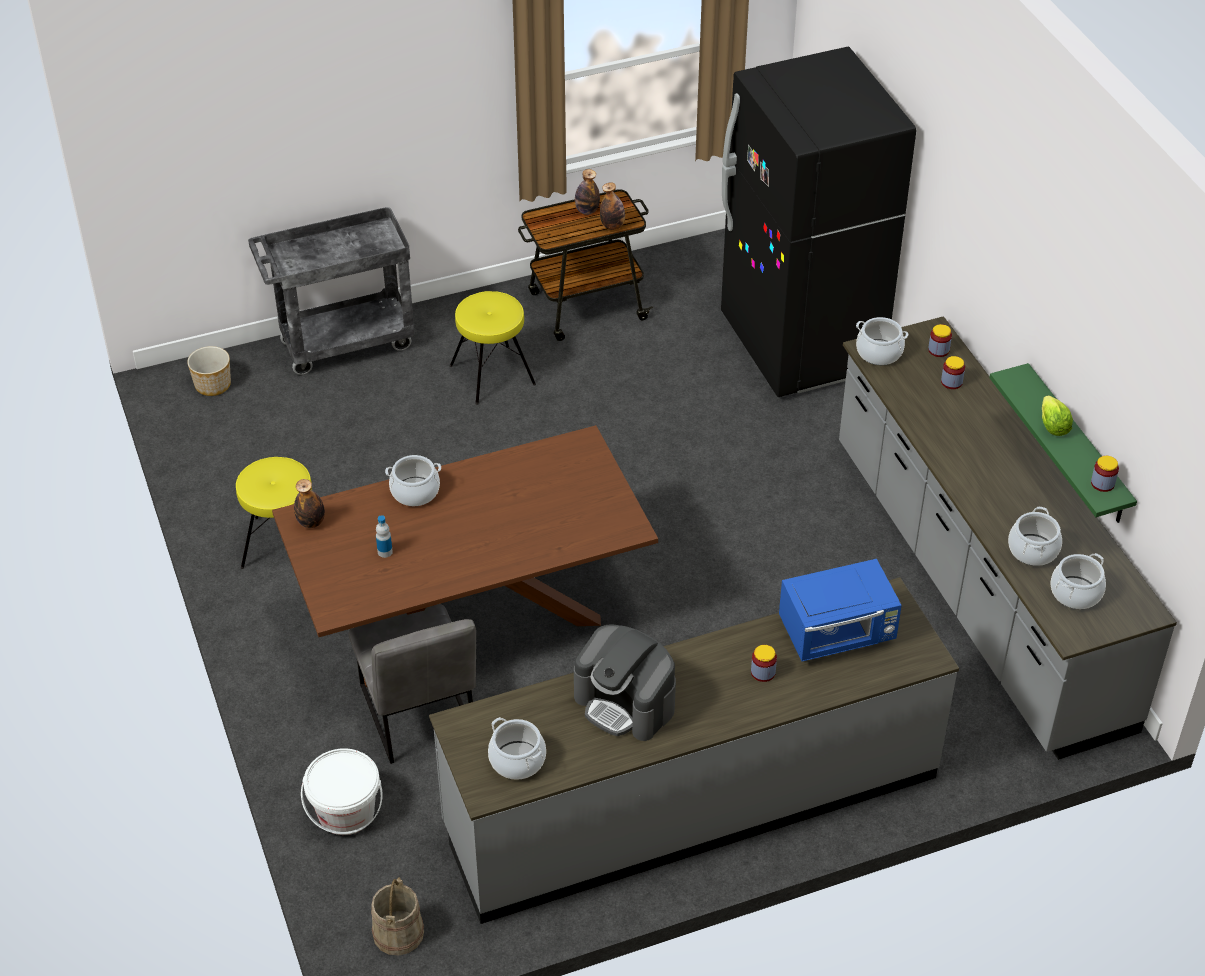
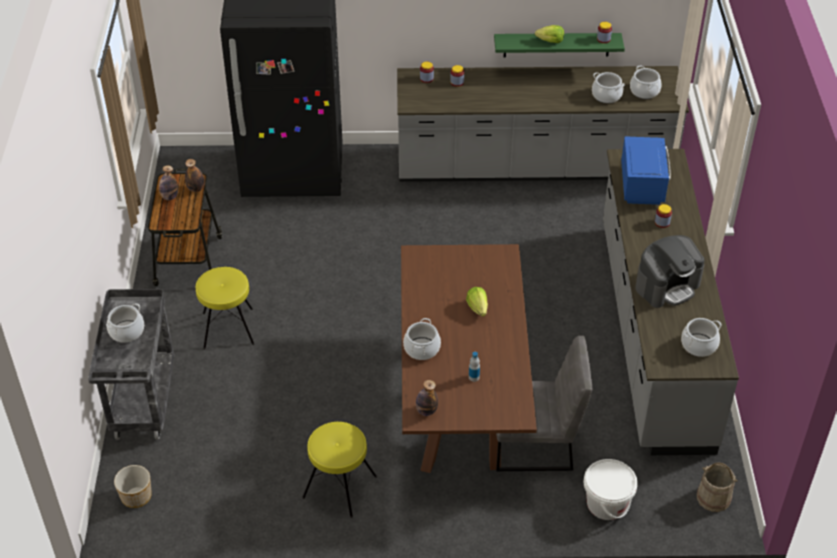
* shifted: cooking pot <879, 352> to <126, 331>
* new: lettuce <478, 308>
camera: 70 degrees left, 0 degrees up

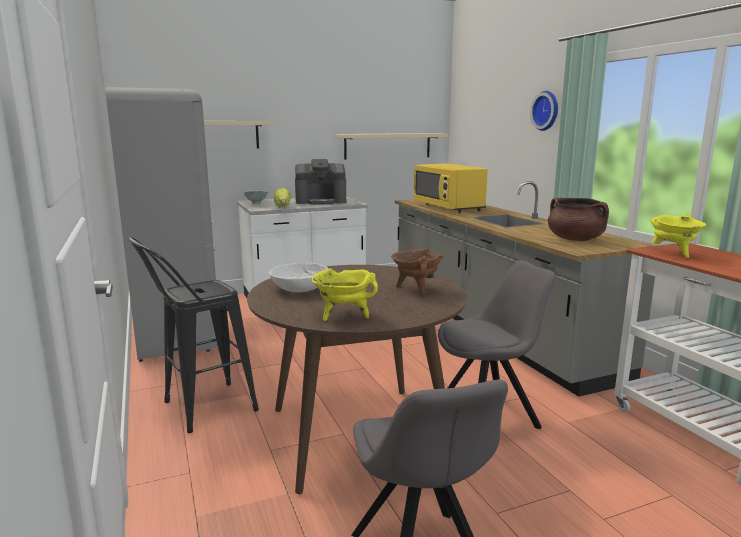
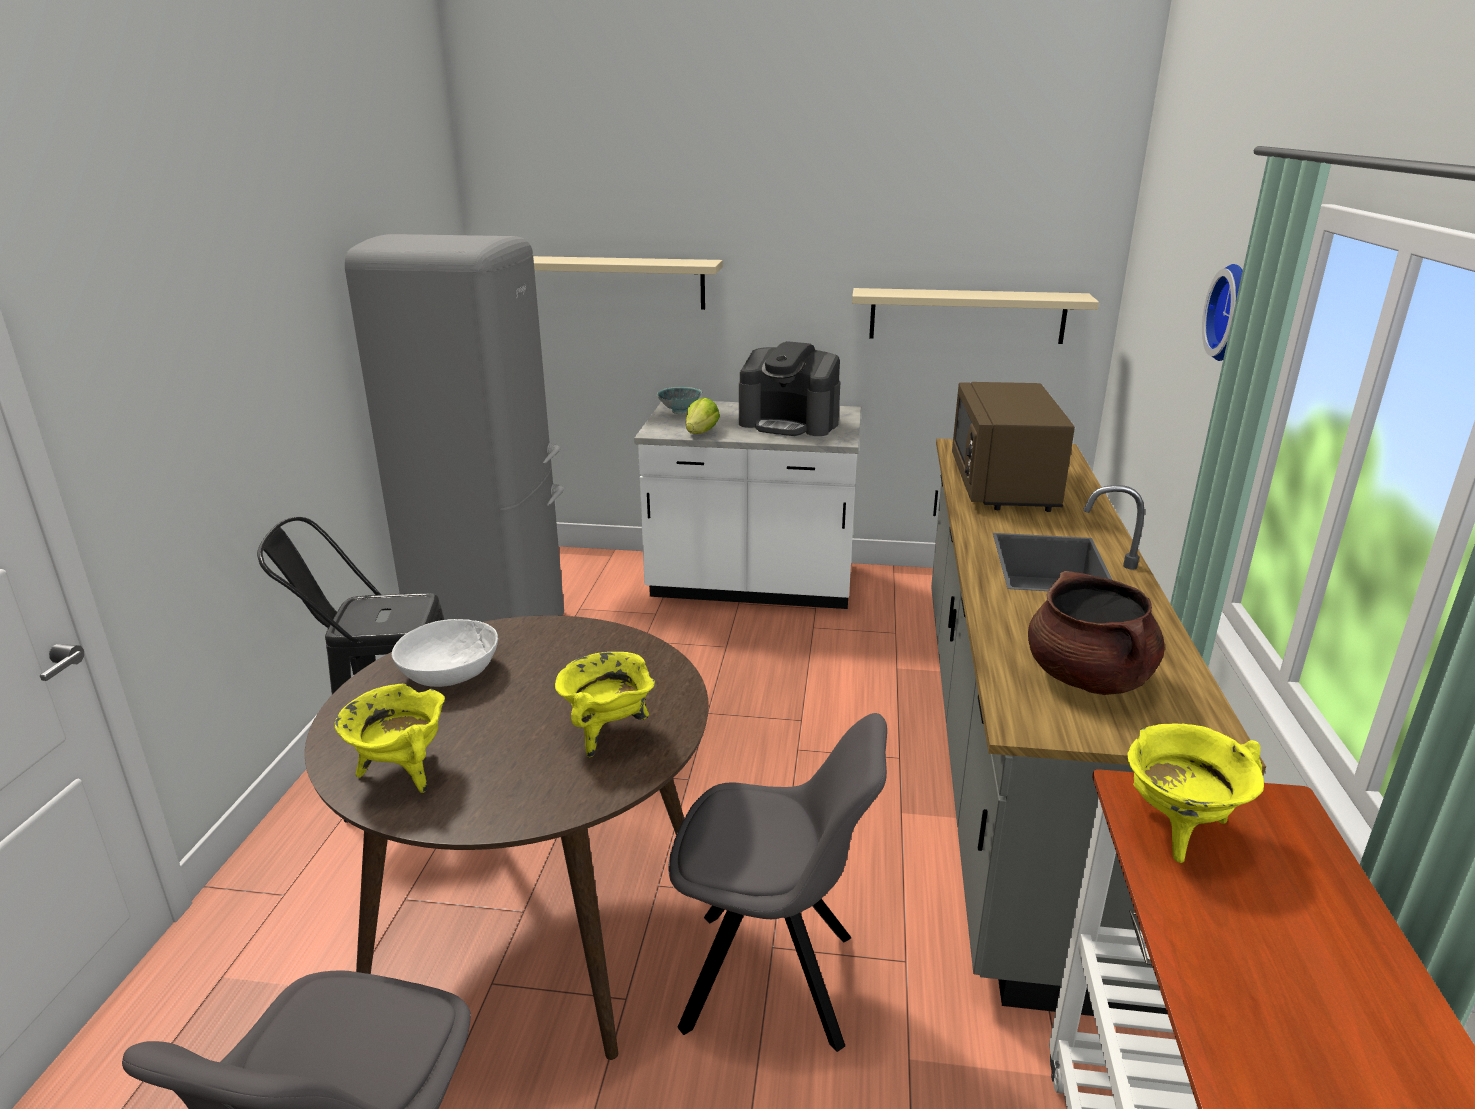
* repainted: cooking pot in brown <416, 289> to cooking pot in yellow <608, 732>
* repainted: microwave in yellow <448, 207> to microwave in brown <1003, 485>
camera: 30 degrees right, 10 degrees up

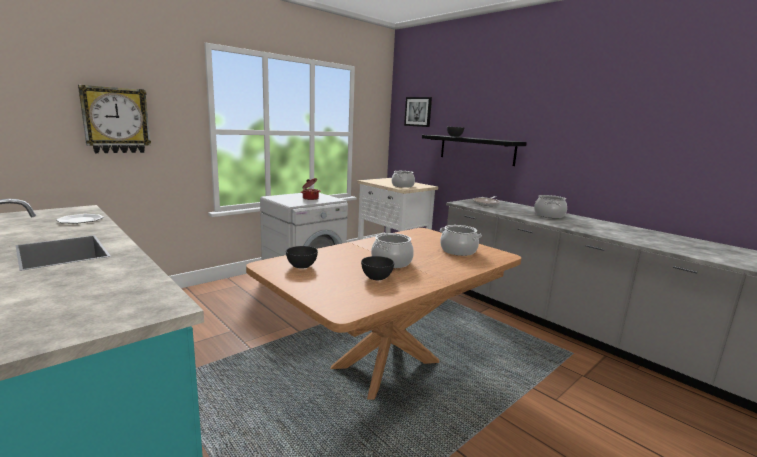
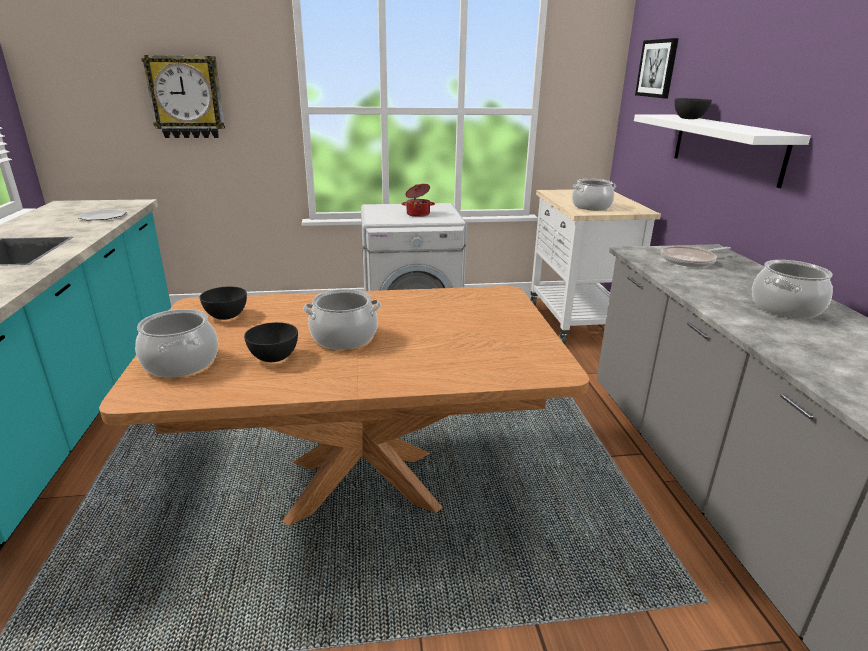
* shifted: cooking pot <458, 251> to <180, 363>
* repainted: shelf in black <476, 149> to shelf in white <726, 147>
camera: 35 degrees right, 10 degrees up

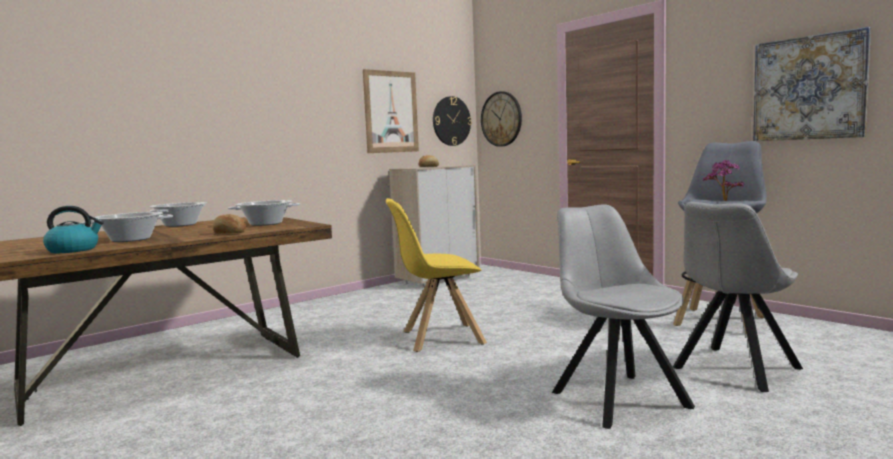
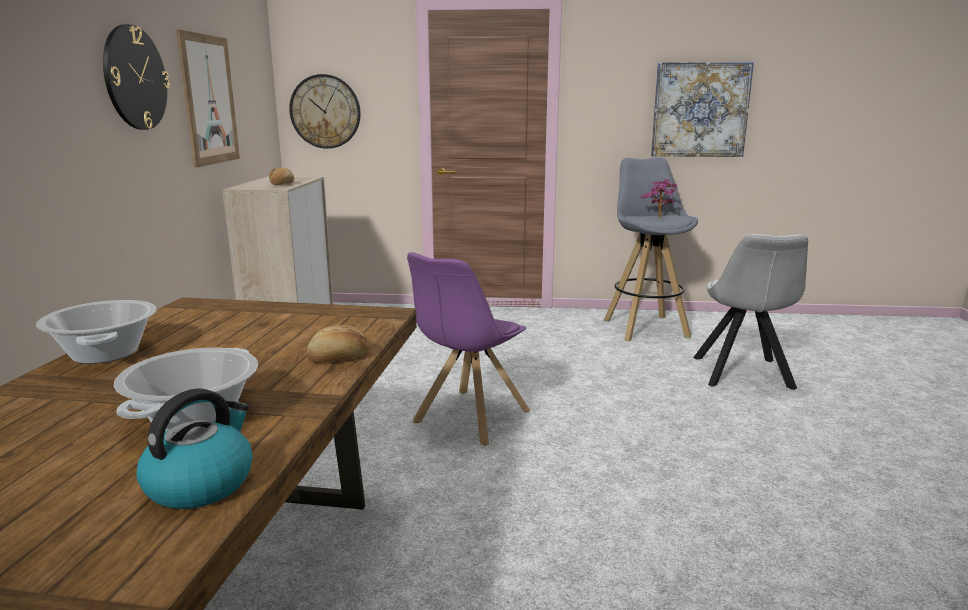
* shifted: wall clock <451, 121> to <135, 78>
* repainted: chair in yellow <438, 338> to chair in purple <469, 418>
* gone: cooking pot <266, 224>
* gone: chair in grey <617, 398>
camera: 45 degrees left, 10 degrees up

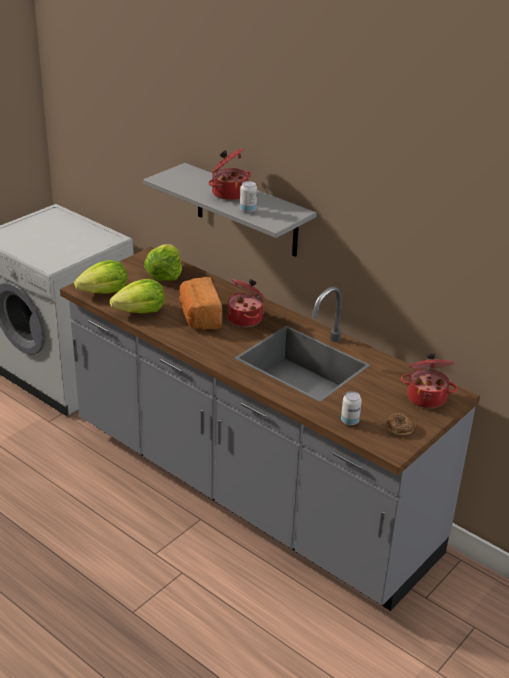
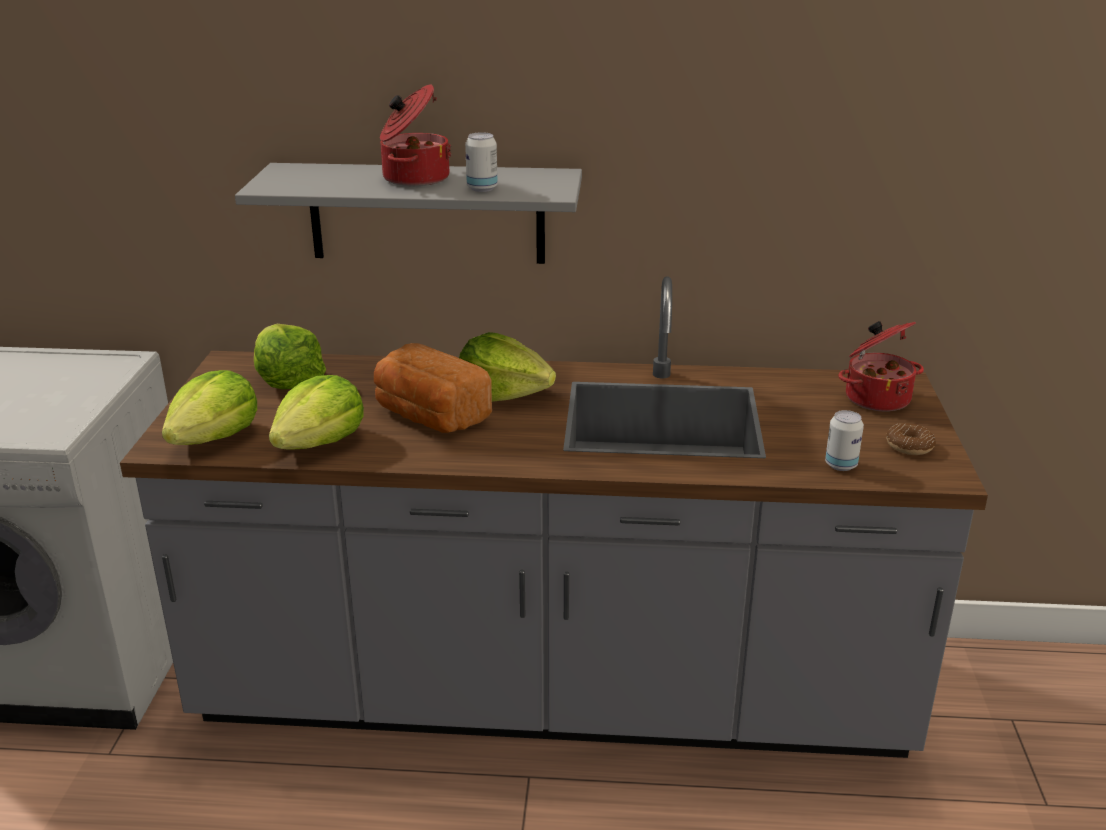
* swapped: cooking pot <246, 319> to lettuce <503, 393>
camera: 35 degrees left, 5 degrees down

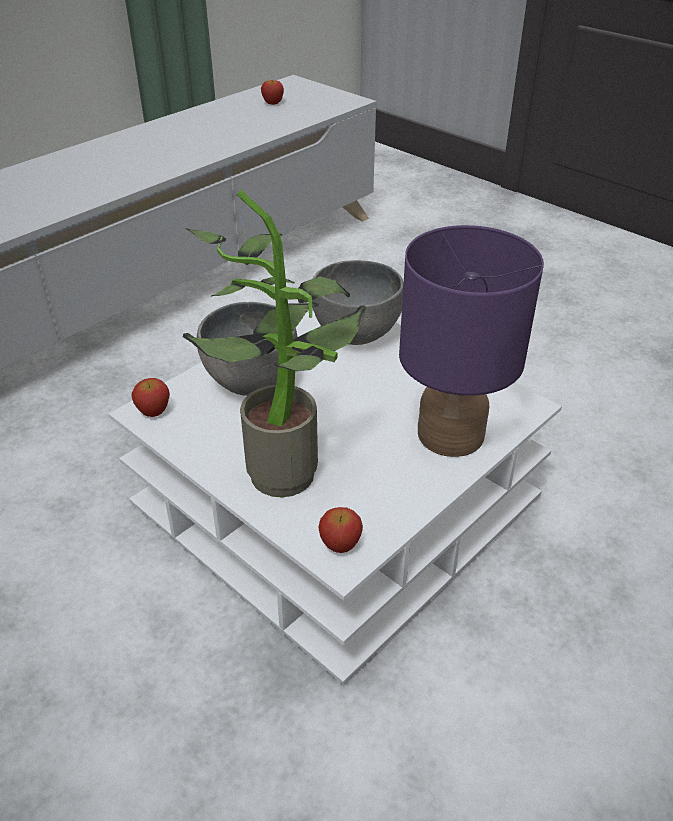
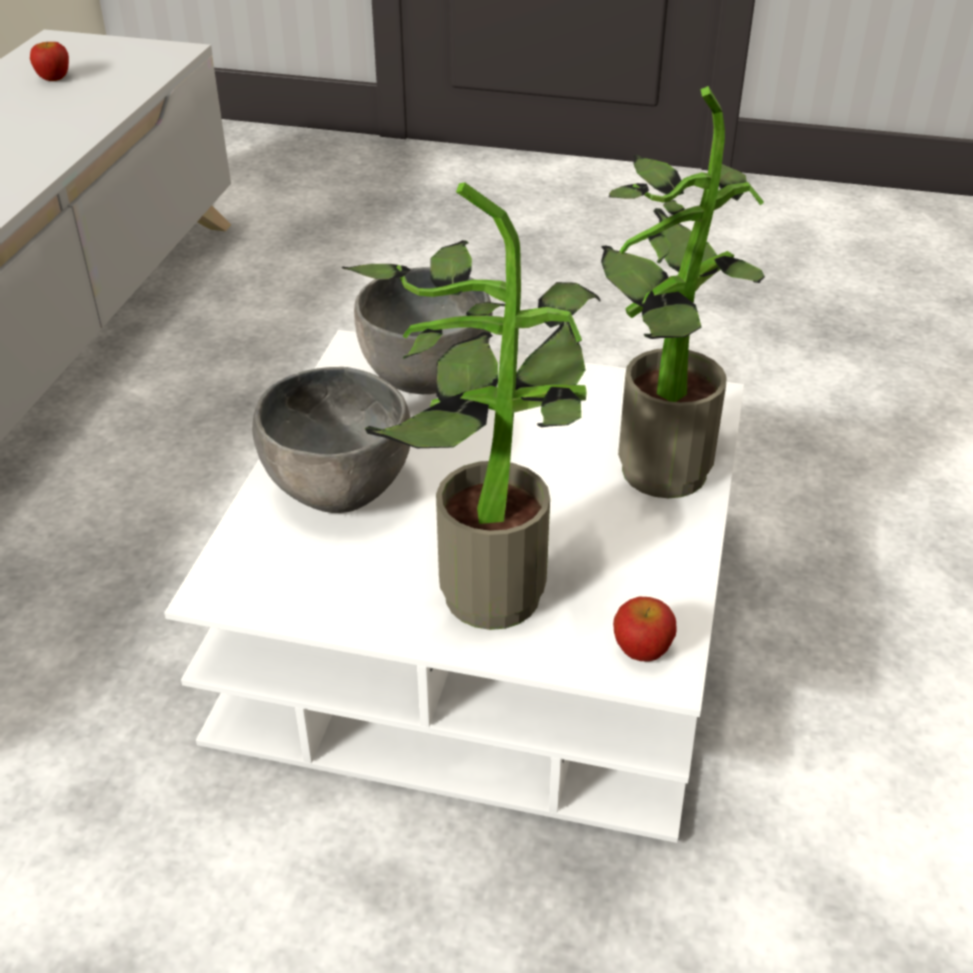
* swapped: table lamp in purple <451, 434> to potted plant <653, 463>
* gone: apple <153, 411>
camera: 30 degrees left, 0 degrees up

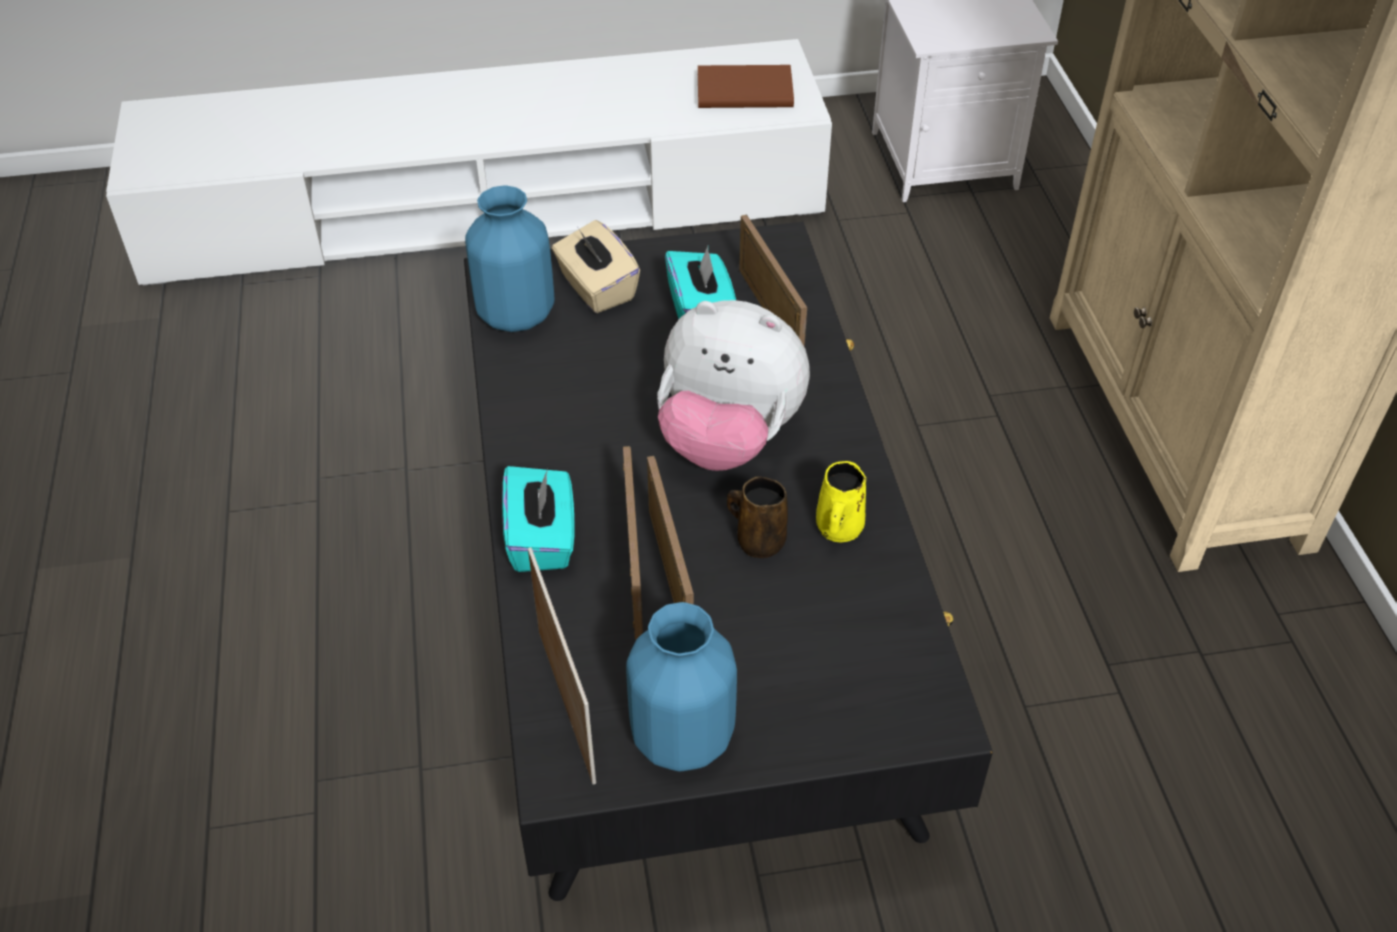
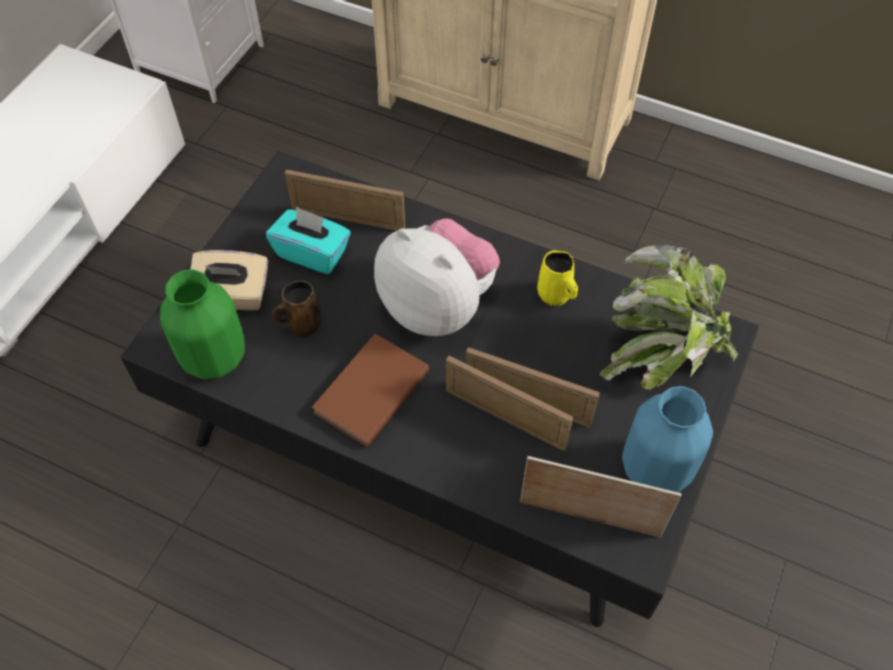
* repainted: vase in blue <515, 314> to vase in green <213, 357>
* shifted: mug in brown <758, 540> to <302, 324>
* shifted: book in brown <743, 90> to <368, 391>
* rotated: plush toy <728, 439> = <438, 305> 105 degrees counterclockwise
* new: potted plant <664, 353>
* gone: tissue box in turquoise <542, 539>
camera: 55 degrees left, 10 degrees up

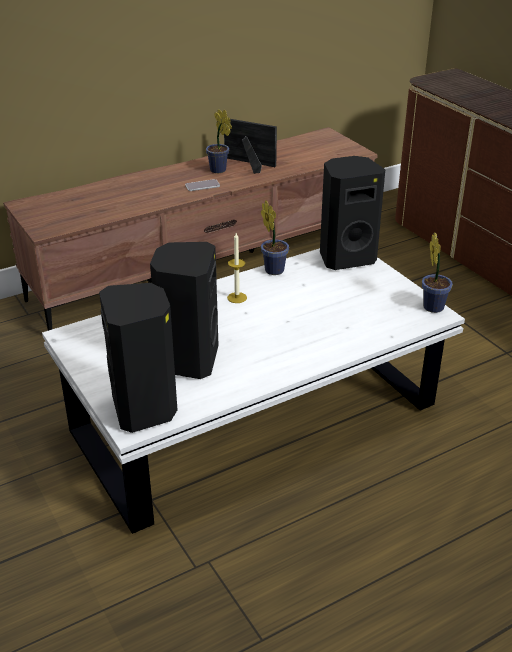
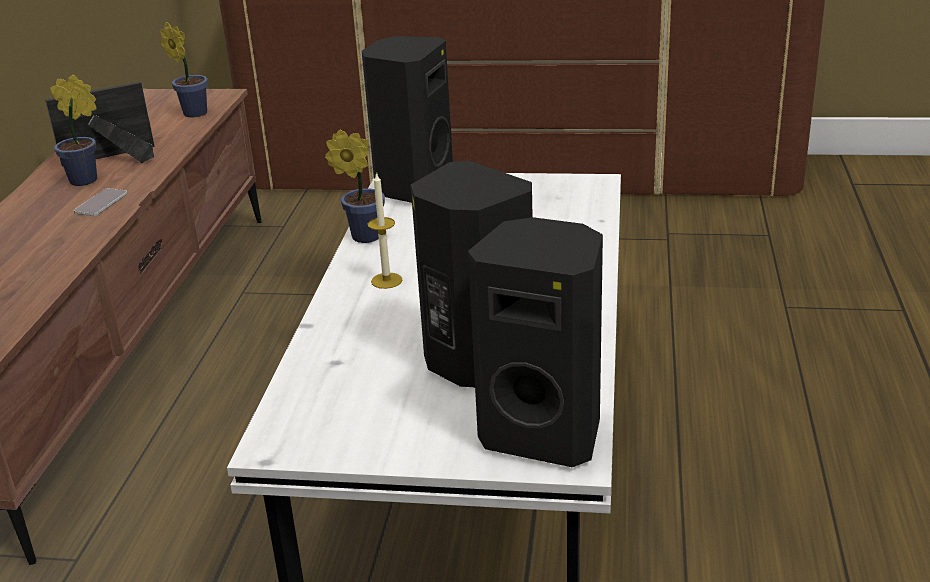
* shifted: potted plant <432, 305> to <193, 113>
camera: 50 degrees left, 5 degrees down

